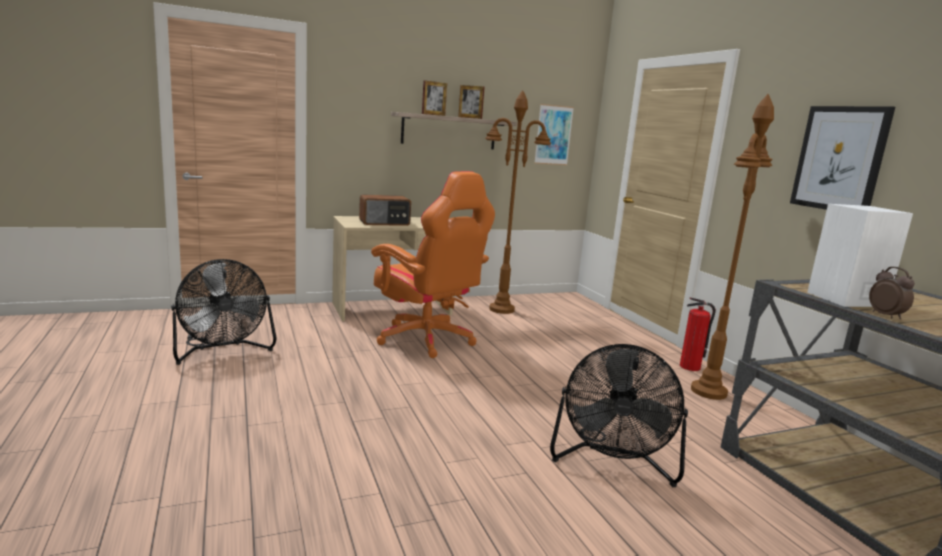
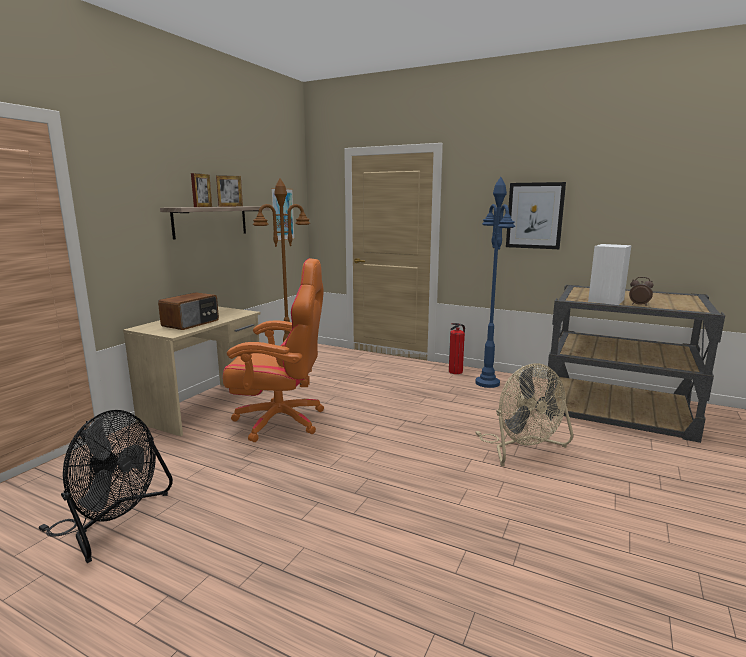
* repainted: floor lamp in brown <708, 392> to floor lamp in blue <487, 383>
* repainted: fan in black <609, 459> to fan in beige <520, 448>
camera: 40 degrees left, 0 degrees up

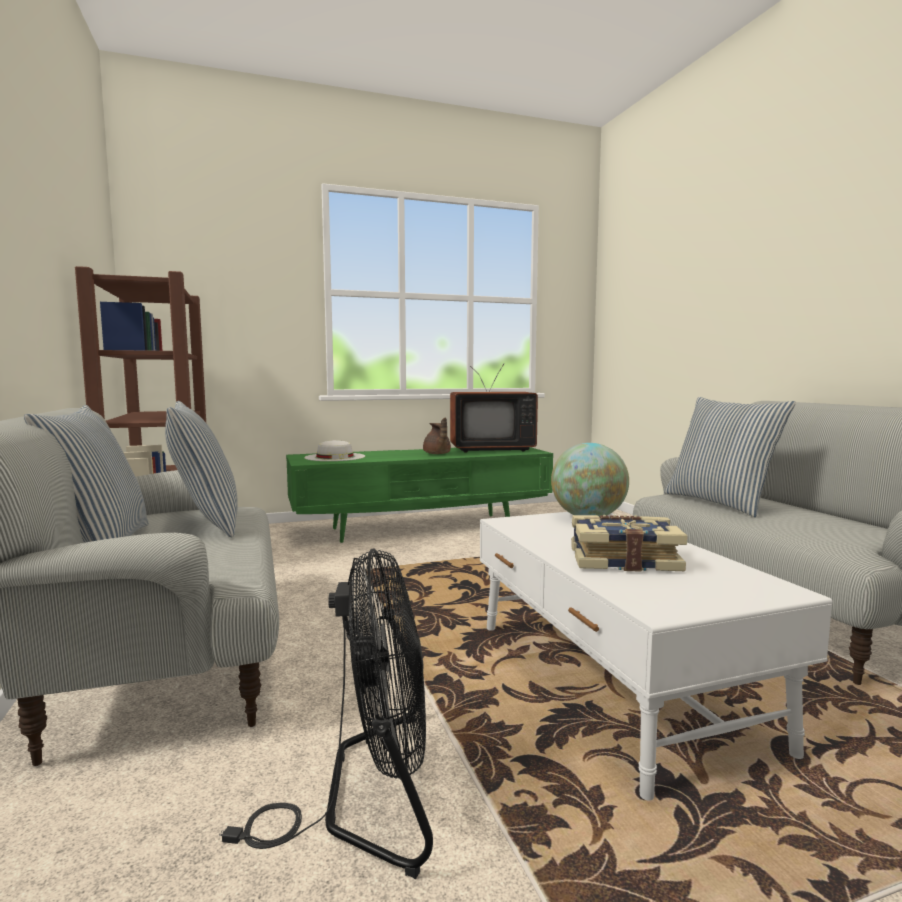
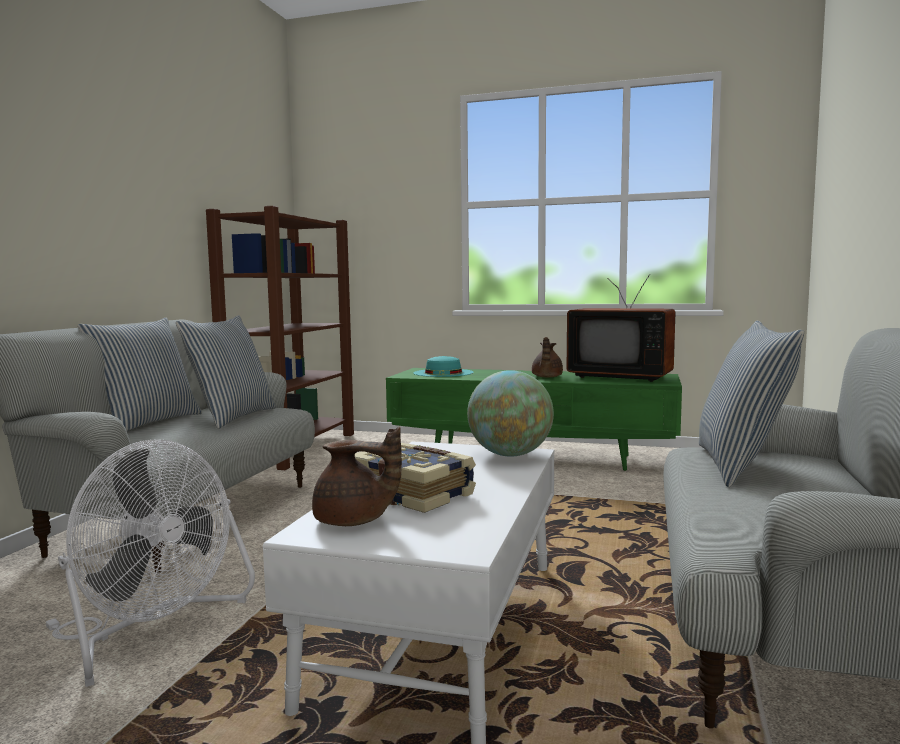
* repainted: fan in black <366, 792> to fan in white <145, 632>
* new: teapot in brown <353, 521>
* repainted: hat in white <335, 457> to hat in turquoise <443, 373>
camera: 35 degrees right, 0 degrees up

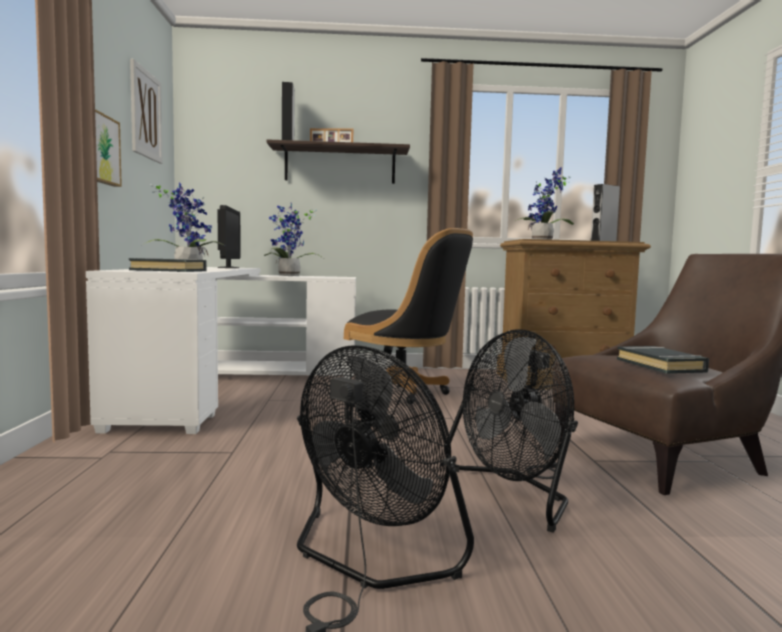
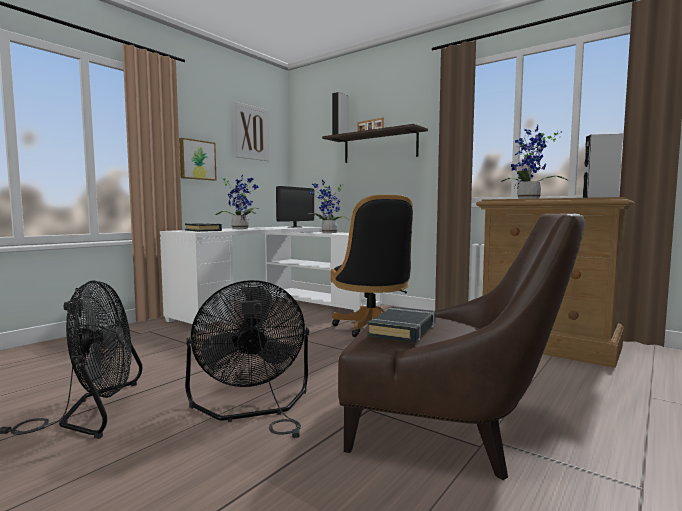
* rotated: fan in black <517, 490> = <257, 409> 60 degrees clockwise
camera: 40 degrees right, 0 degrees up

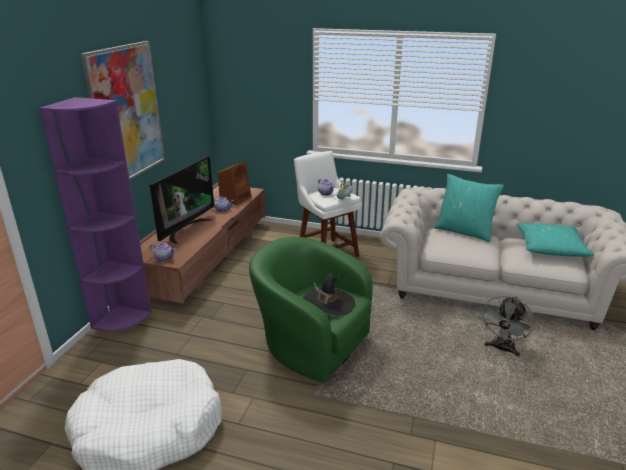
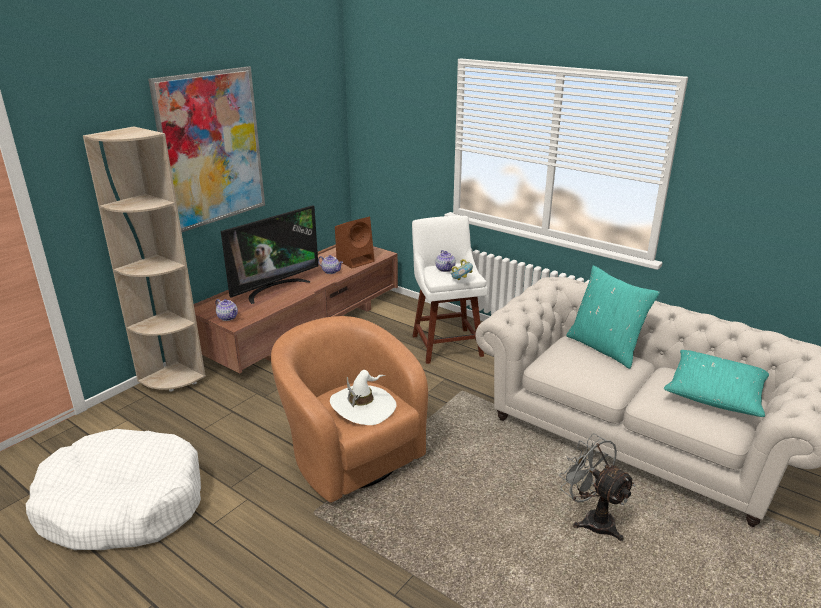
* repainted: bookcase in purple <122, 324> to bookcase in beige <173, 383>
* repainted: armchair in green <310, 346> to armchair in brown <350, 455>
* repainted: hat in black <328, 303> to hat in white <363, 406>
* rotated: fan in grey <502, 349> = <592, 519> 90 degrees clockwise
camera: 20 degrees right, 0 degrees up

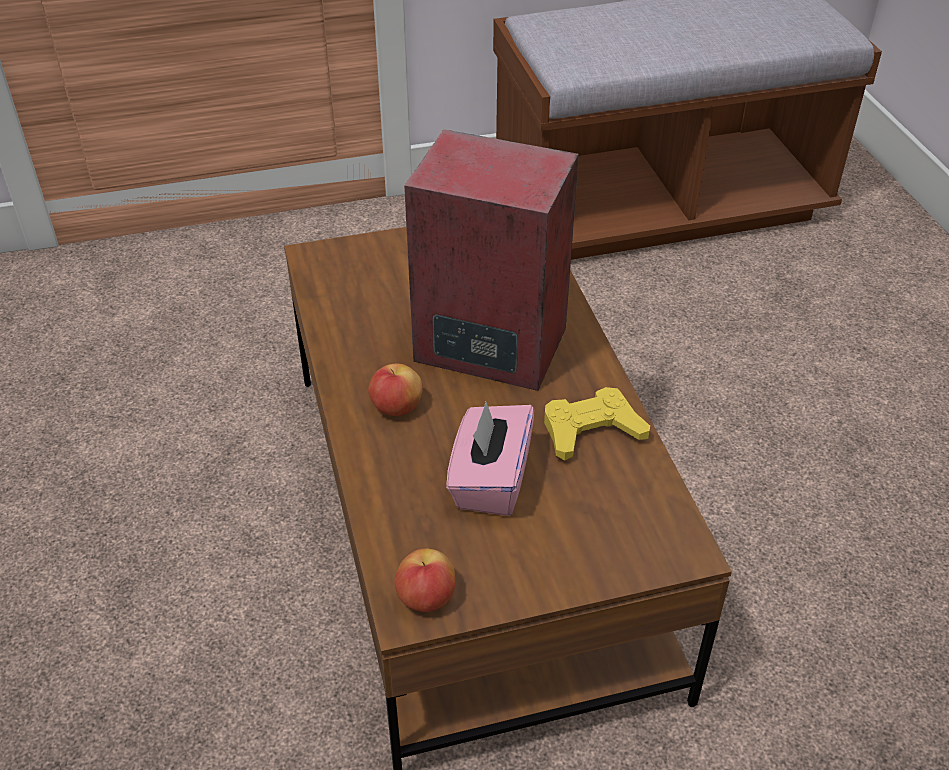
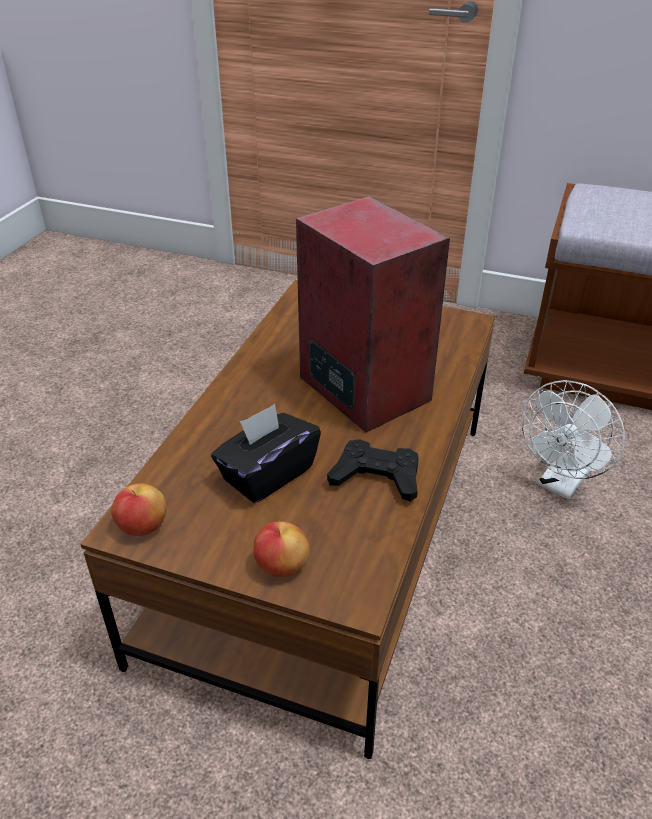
* repainted: tissue box in pink <490, 480> to tissue box in black <267, 474>
* shifted: apple <396, 407> to <281, 566>
* repainted: game controller in yellow <591, 430> to game controller in black <376, 476>
* new: fan in white <561, 483>
camera: 35 degrees right, 5 degrees down

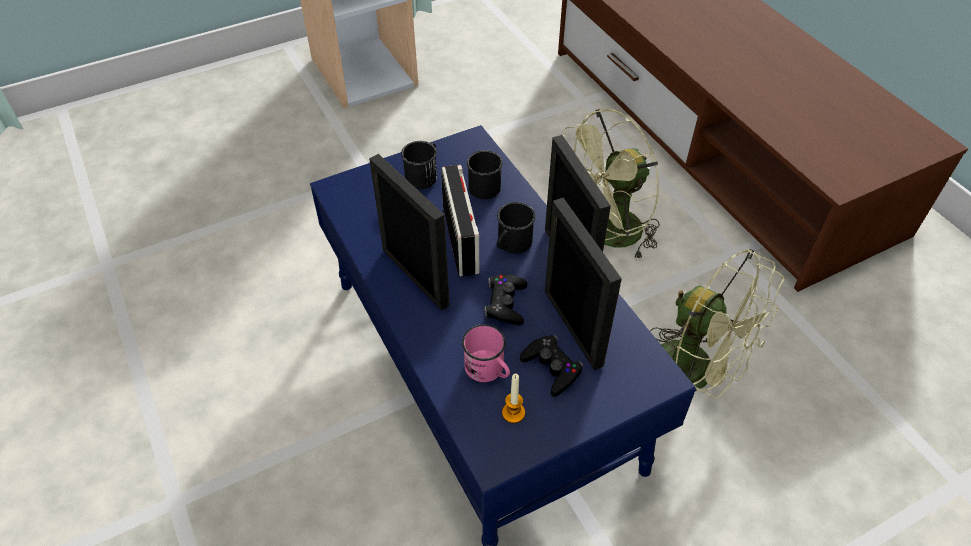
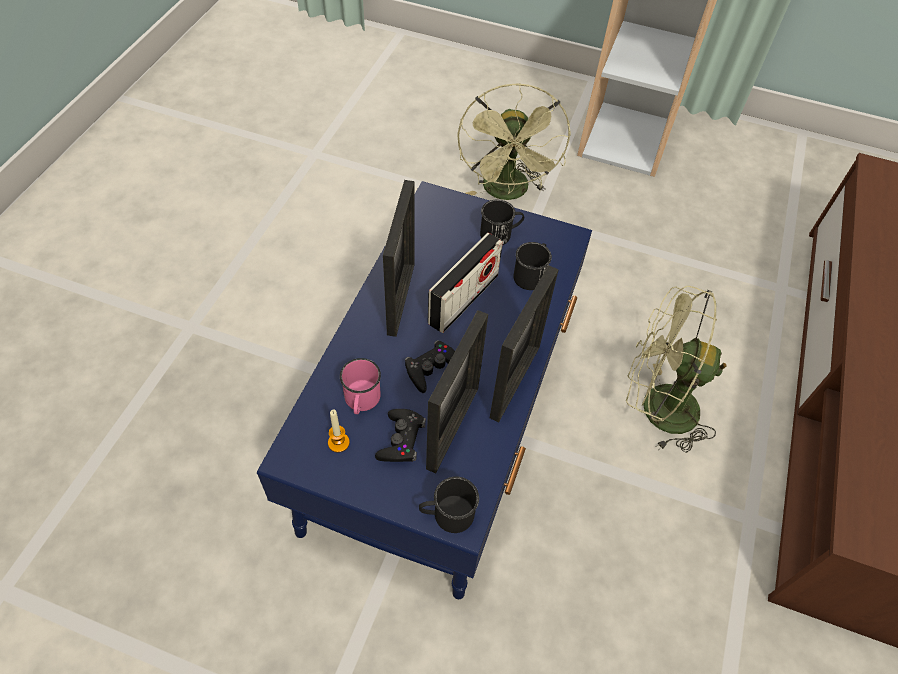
* shifted: mug in black <511, 245> to <447, 515>
* shifted: fan in green <696, 373> to <508, 192>
camera: 45 degrees right, 5 degrees up

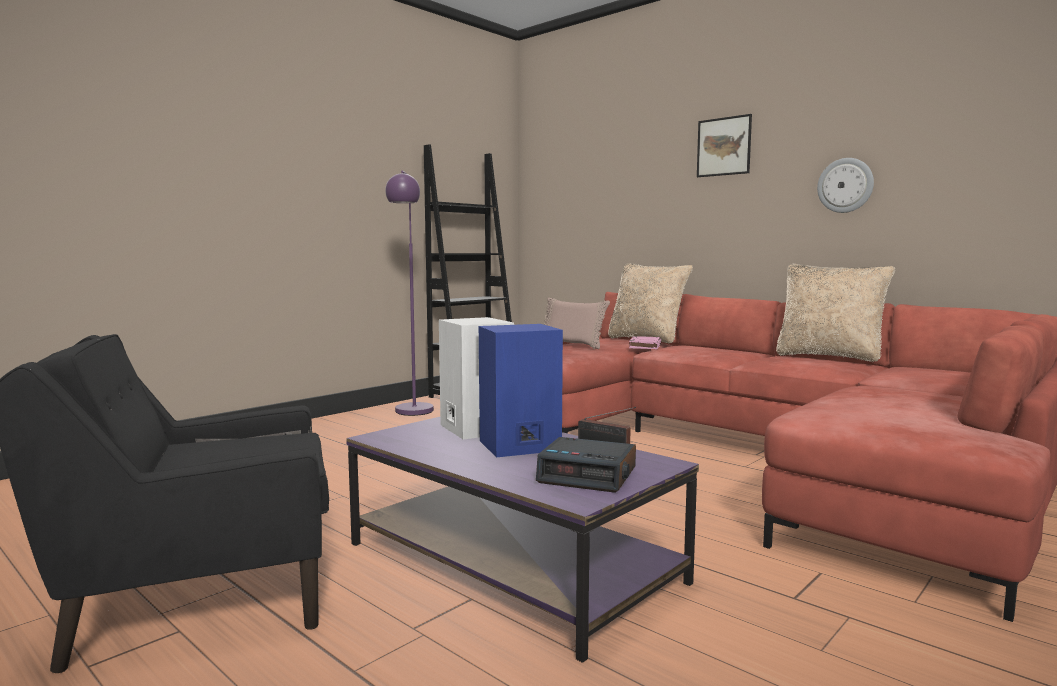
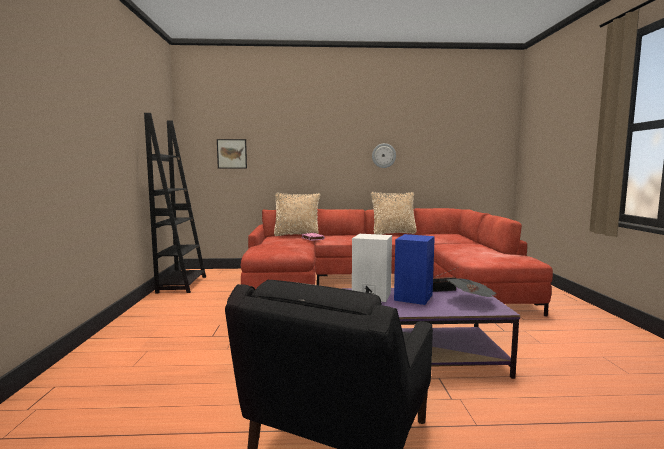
* shifted: picture <724, 146> to <232, 153>
* swapped: alarm clock <588, 475> to newspaper <472, 301>
* gone: floor lamp in purple <412, 414>
* gone: pillow in beige <572, 345>
camera: 45 degrees left, 0 degrees up

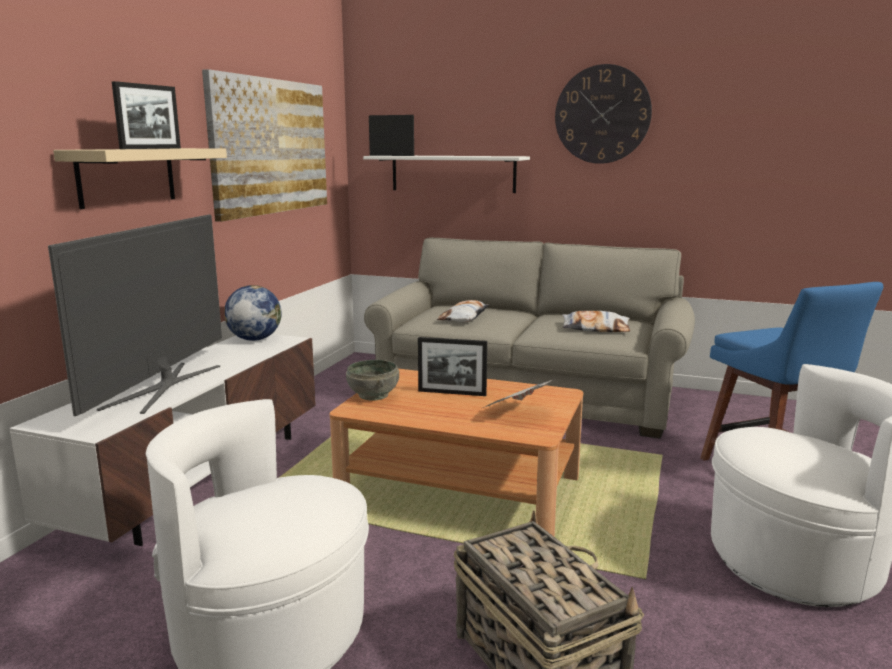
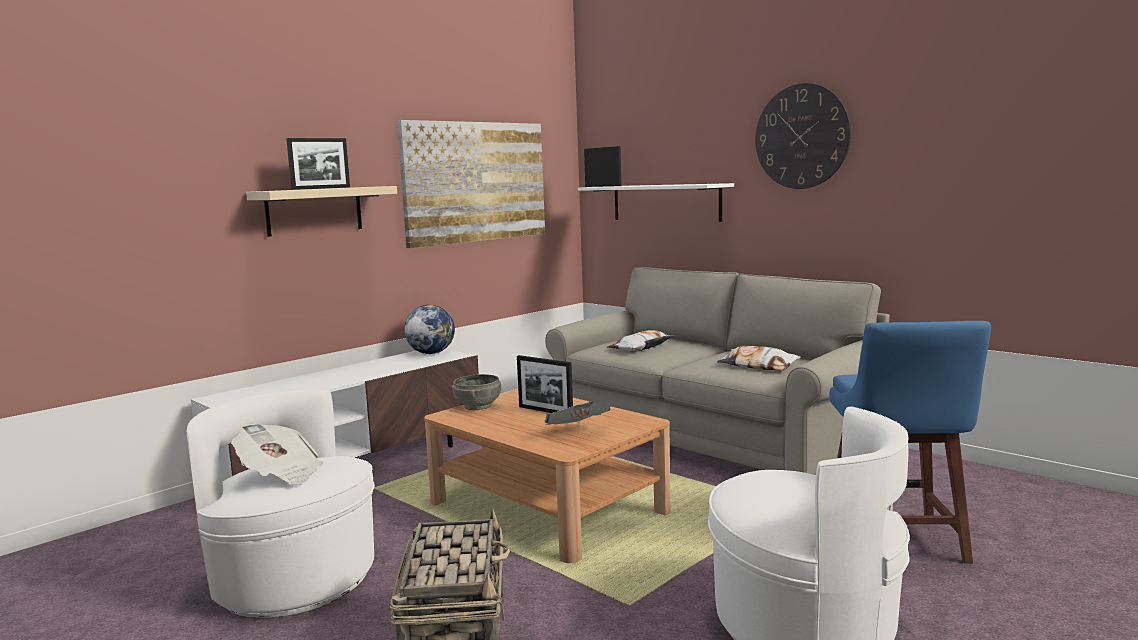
* new: newspaper <280, 474>
* gone: television <163, 386>
camera: 25 degrees right, 5 degrees down

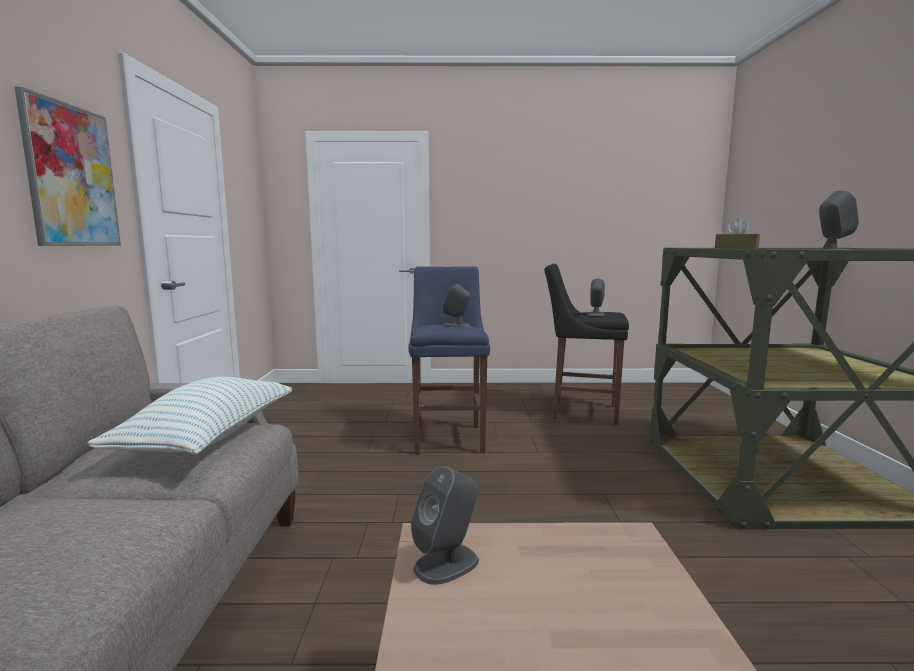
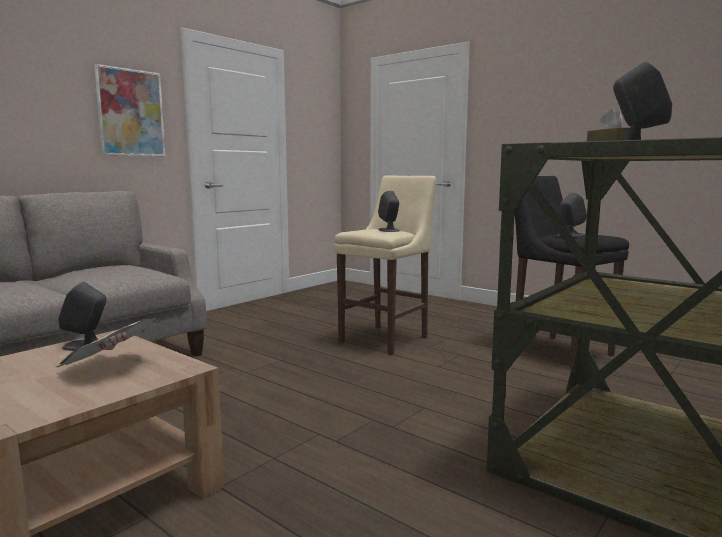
* new: newspaper <108, 366>
* repainted: stool in blue <449, 437> to stool in beige <387, 339>
* gone: pillow <208, 438>
camera: 40 degrees right, 0 degrees up

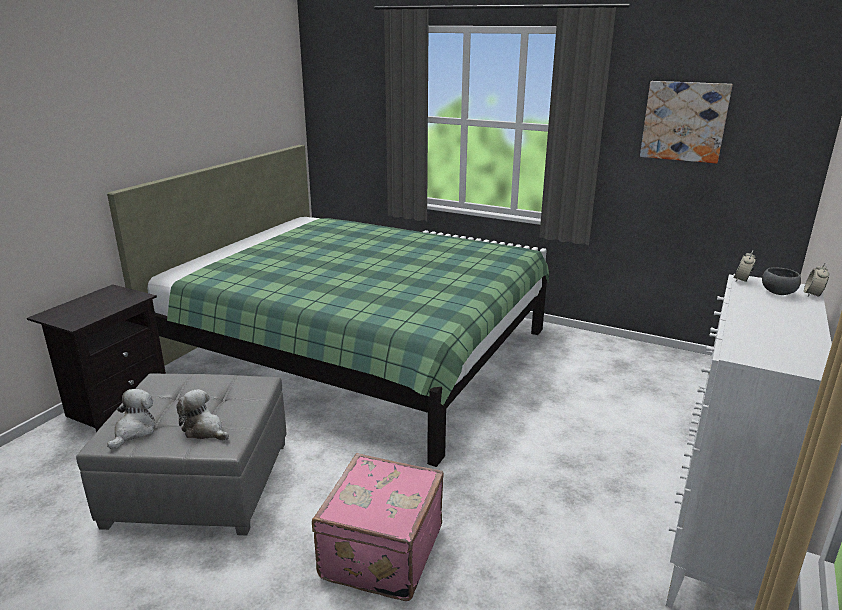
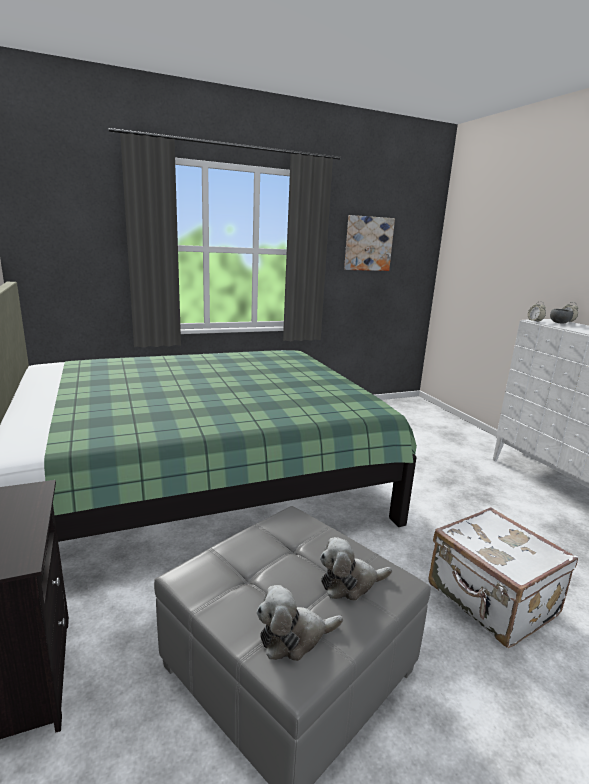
* rotated: plush toy <134, 431> = <294, 637> 75 degrees counterclockwise
* repainted: suitcase in pink <379, 552> to suitcase in white <490, 601>
camera: 50 degrees left, 5 degrees down

